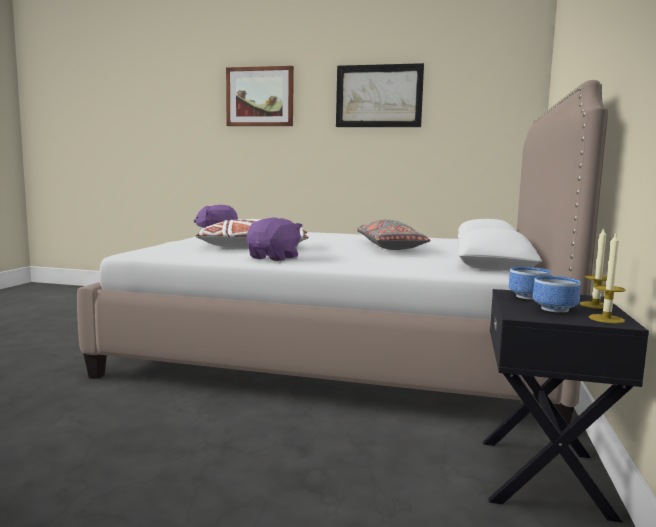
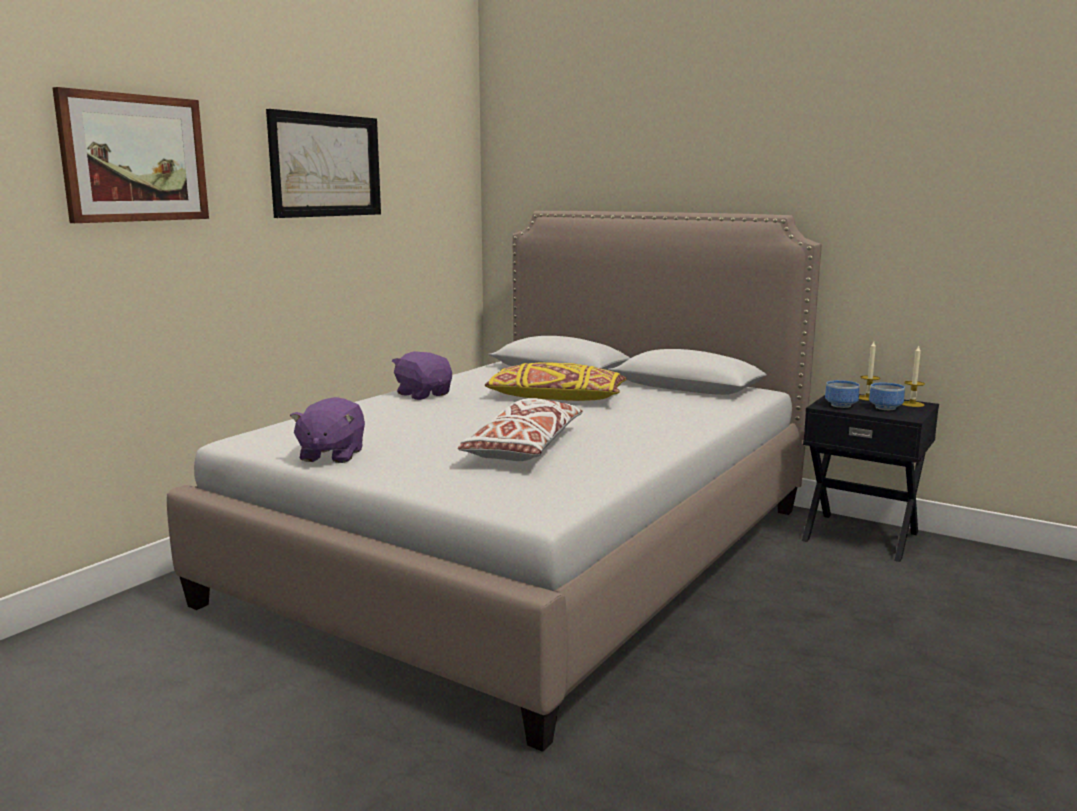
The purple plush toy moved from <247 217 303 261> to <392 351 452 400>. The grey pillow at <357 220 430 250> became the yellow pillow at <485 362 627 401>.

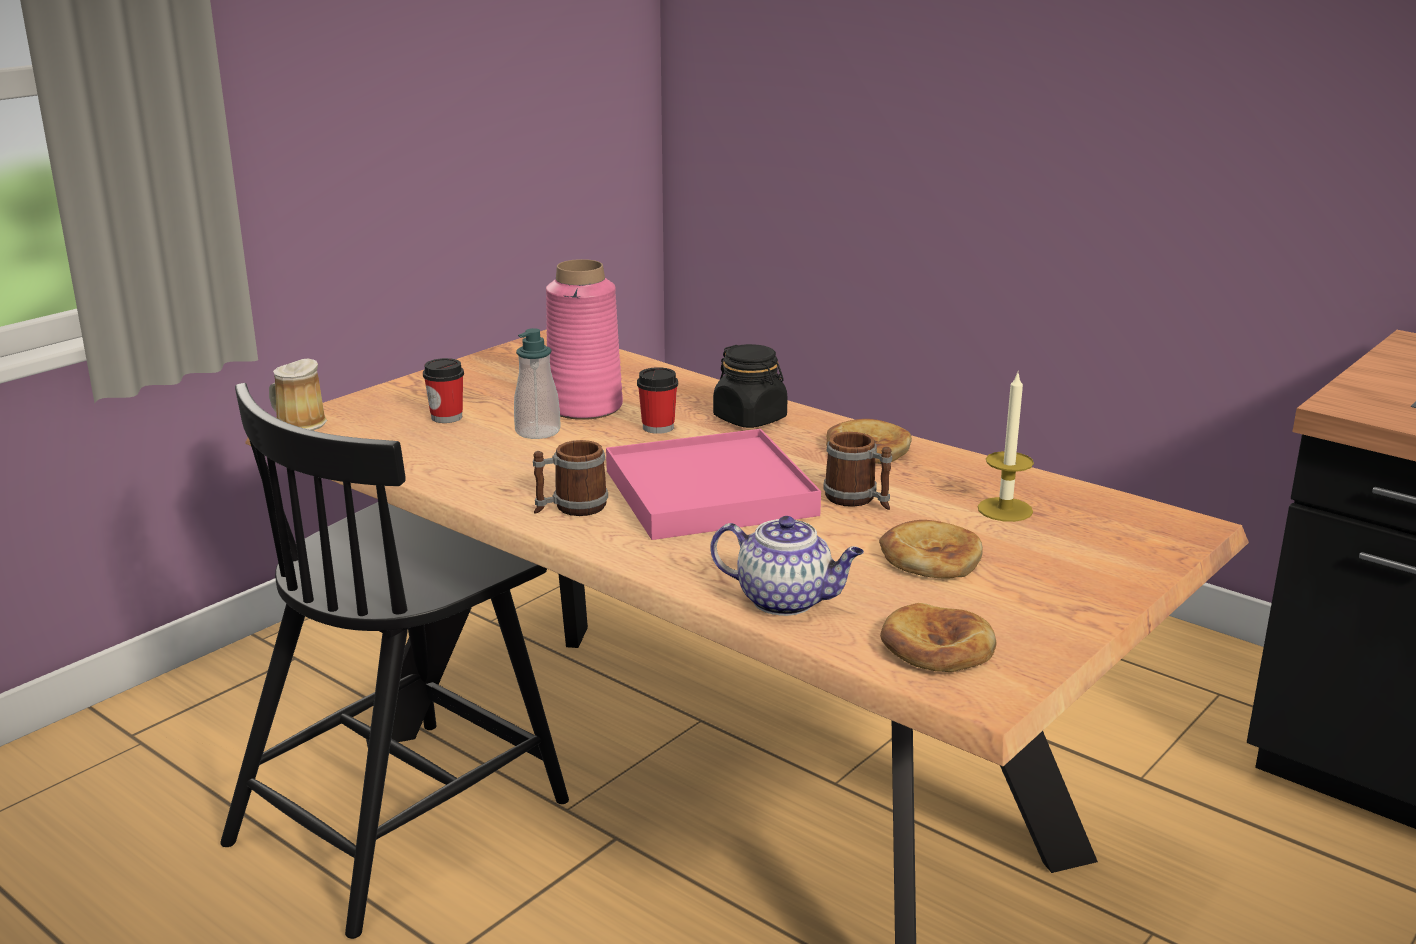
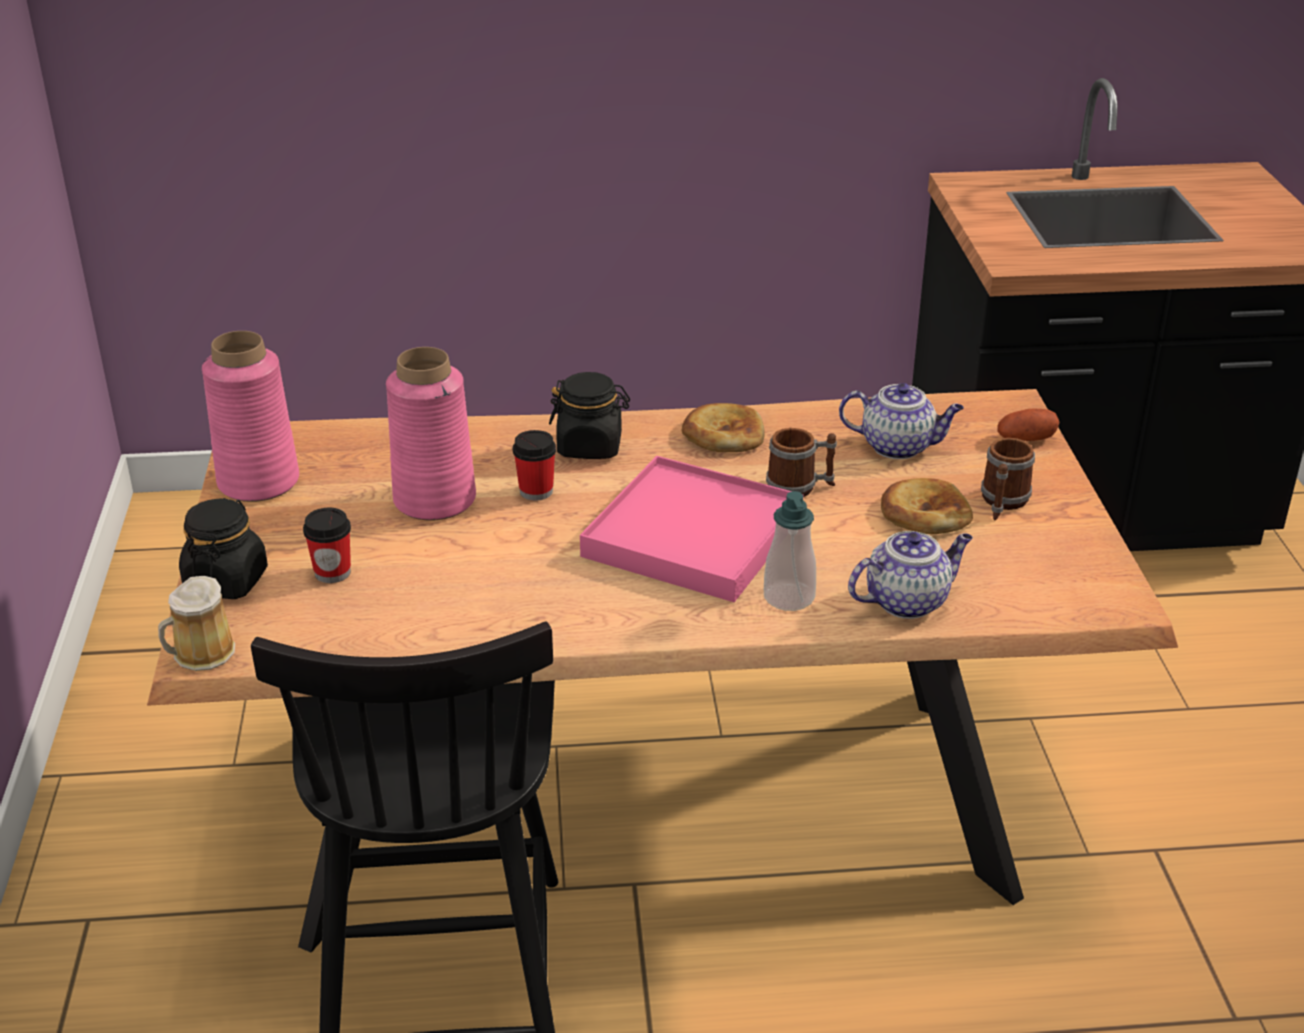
The soap dispenser moved from <514 328 561 439> to <764 491 816 611>. The candle at <978 372 1034 522> was replaced by the teapot at <839 383 964 459>. The mug moved from <533 440 608 516> to <981 438 1035 521>. The bread at <880 603 997 672> disappeared. The pink vase at <202 331 299 502> appeared. The potato at <997 409 1059 441> appeared. The black jar at <179 498 268 599> appeared.

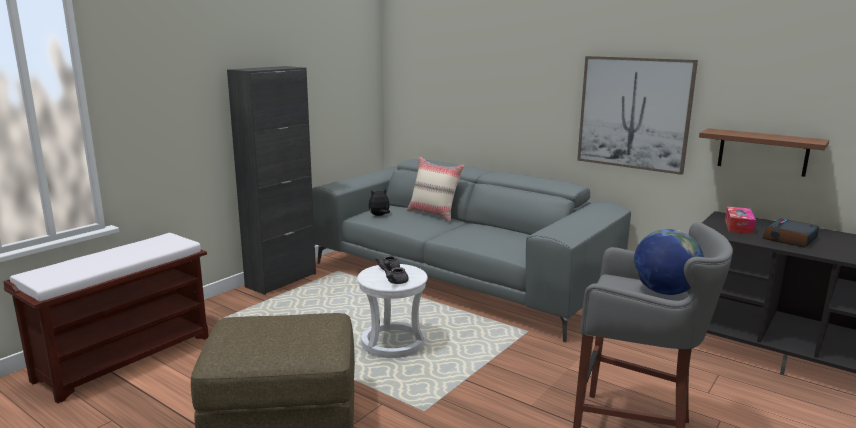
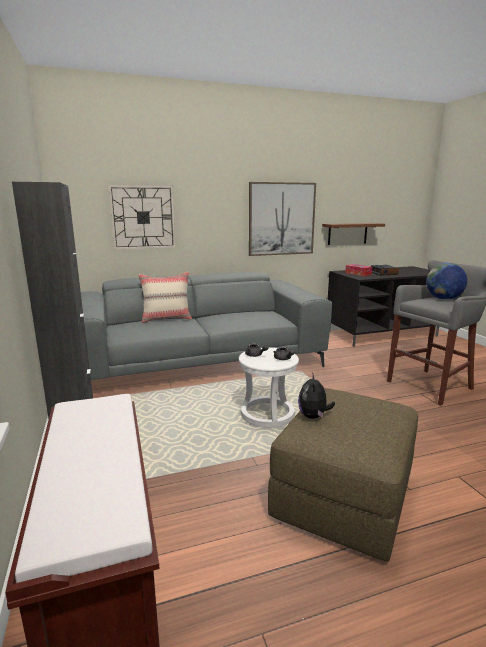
The plush toy moved from <368 189 390 216> to <298 372 335 419>. The wall clock at <108 185 176 250> appeared.

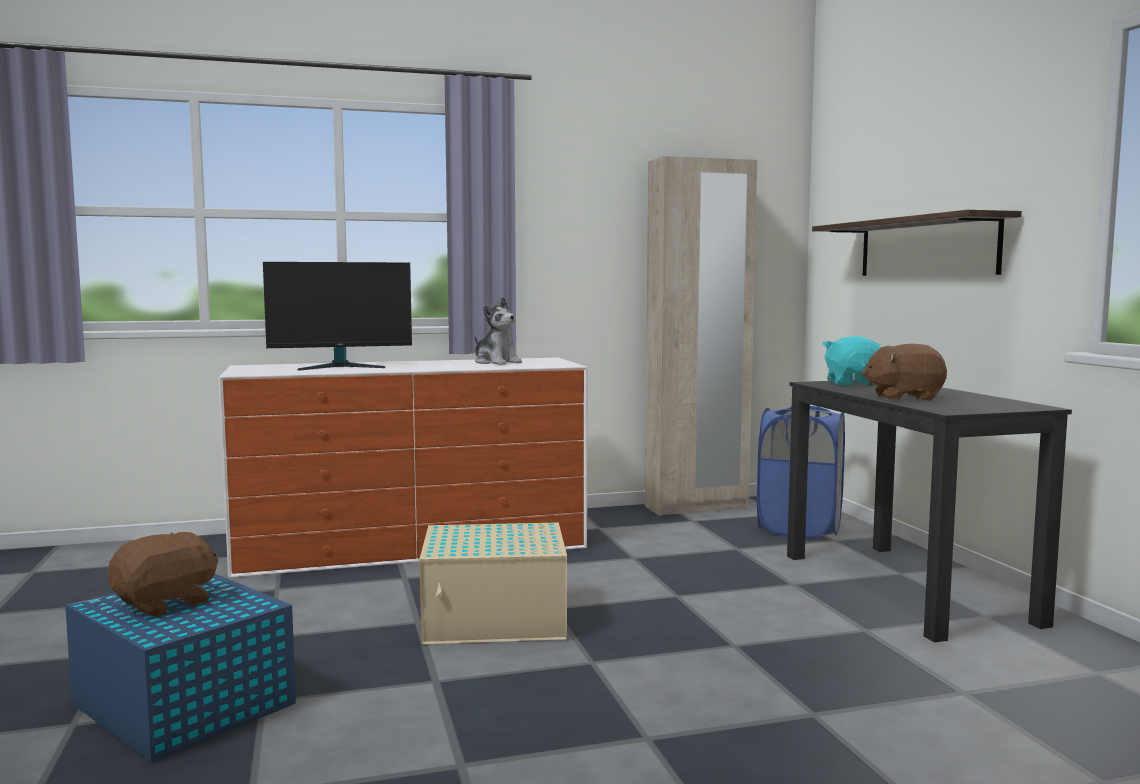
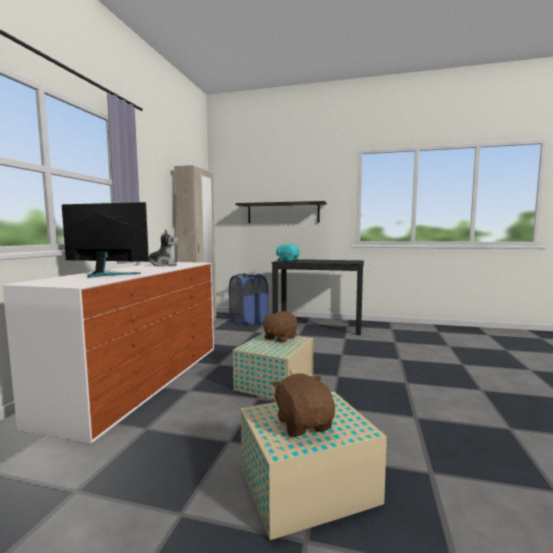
The monitor at <263 262 412 371> turned 90 degrees counterclockwise. The brown plush toy moved from <861 344 947 401> to <262 311 298 343>. The blue storage box at <65 574 296 762> became the beige storage box at <241 392 387 540>.

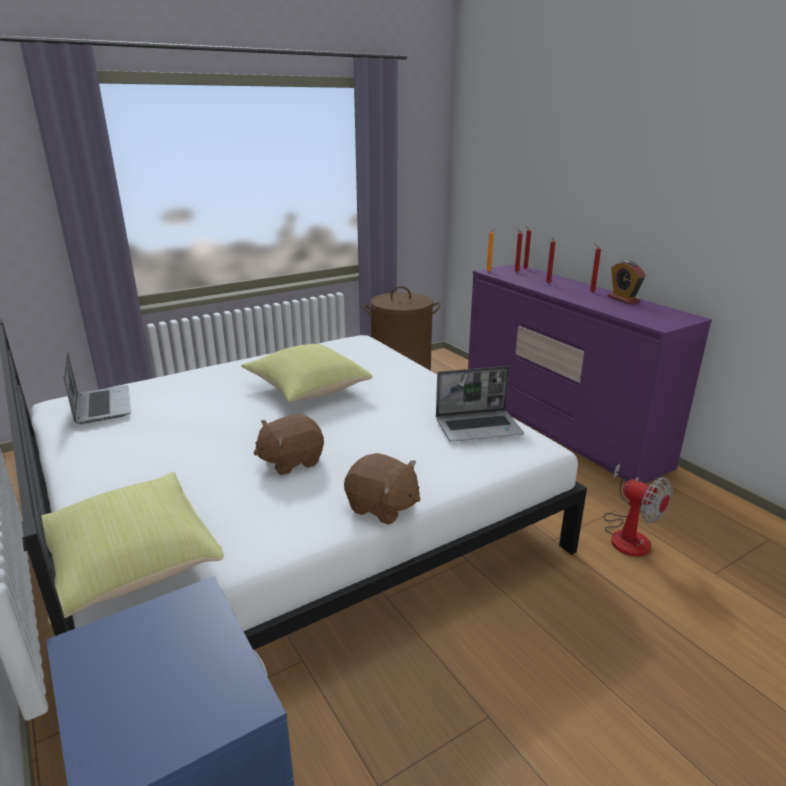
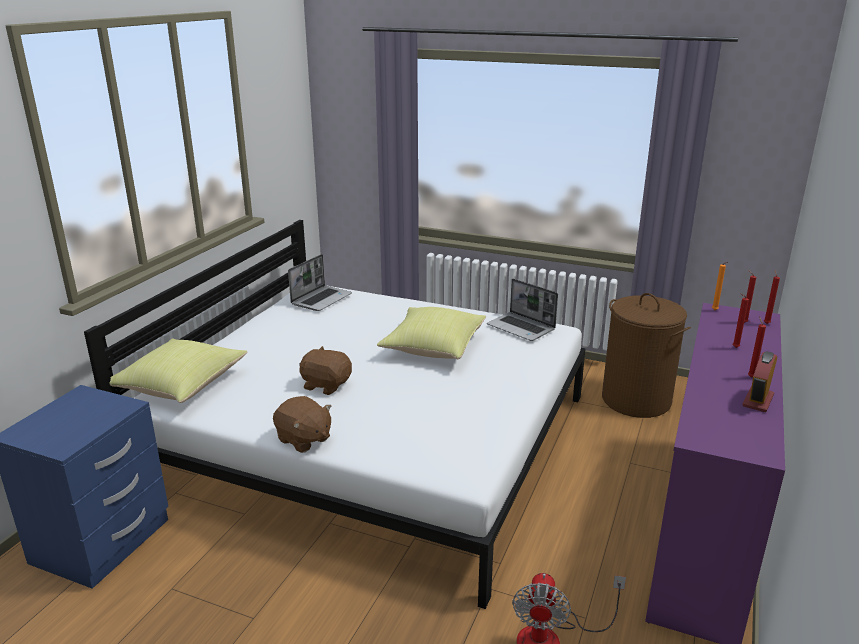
The laptop moved from <436 366 524 442> to <487 278 558 341>. The brown plush toy at <344 453 421 525> turned 45 degrees counterclockwise.

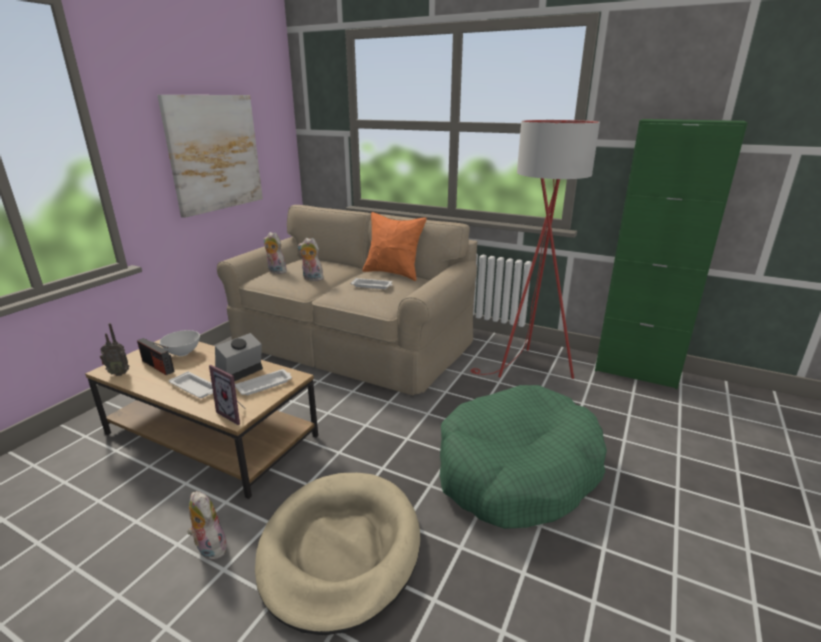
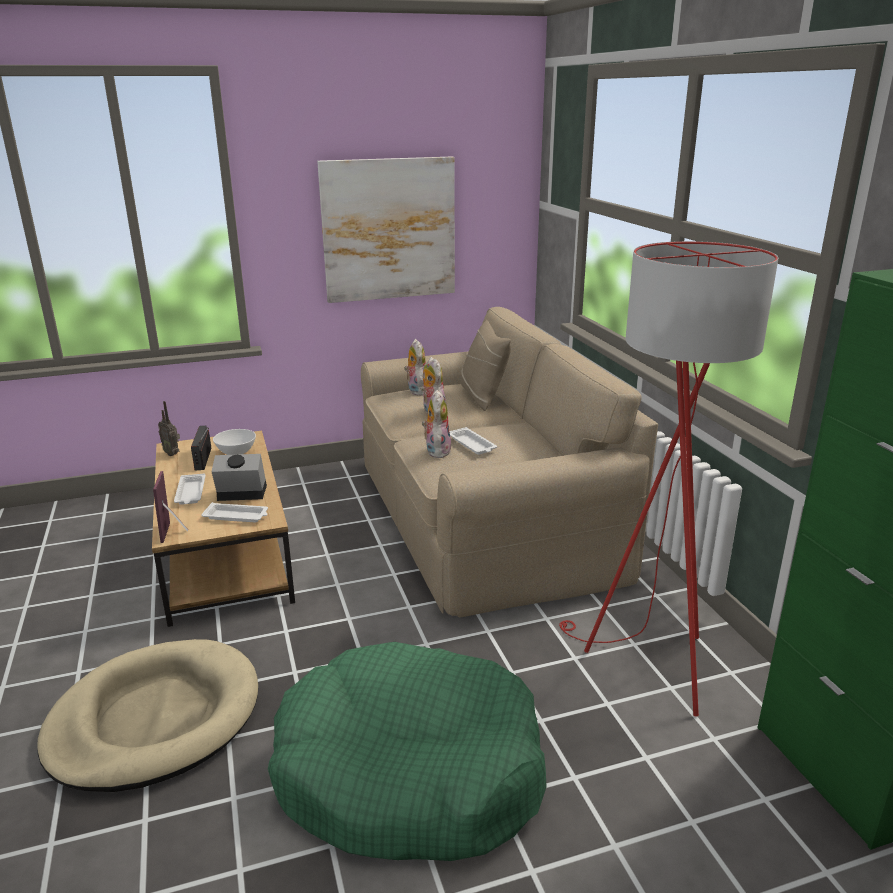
The orange pillow at <362 212 427 281> disappeared. The plush toy moved from <187 491 227 560> to <422 390 451 458>. The beige pillow at <461 320 511 411> appeared.

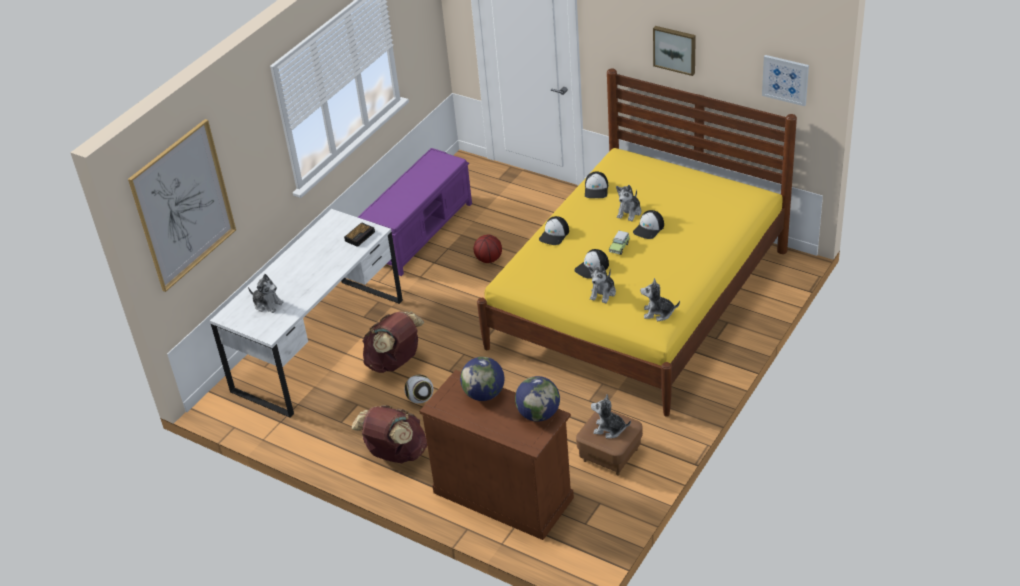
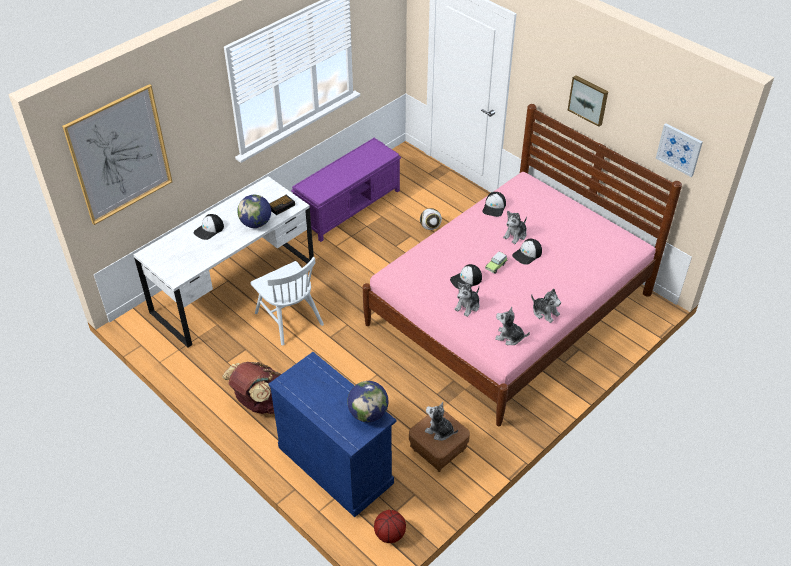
The yellow bed at <477 68 797 417> became the pink bed at <363 104 682 426>. The cap moved from <539 216 569 245> to <194 214 224 240>. The basketball moved from <474 235 502 263> to <374 510 406 543>. The plush toy moved from <248 274 284 313> to <531 288 561 323>. The brown backpack at <362 311 424 373> was replaced by the white chair at <250 257 324 346>. The globe moved from <460 357 505 401> to <237 195 271 228>. The brown cabinet at <419 370 574 540> became the blue cabinet at <268 352 396 517>. The football moved from <404 375 433 404> to <420 208 442 230>.

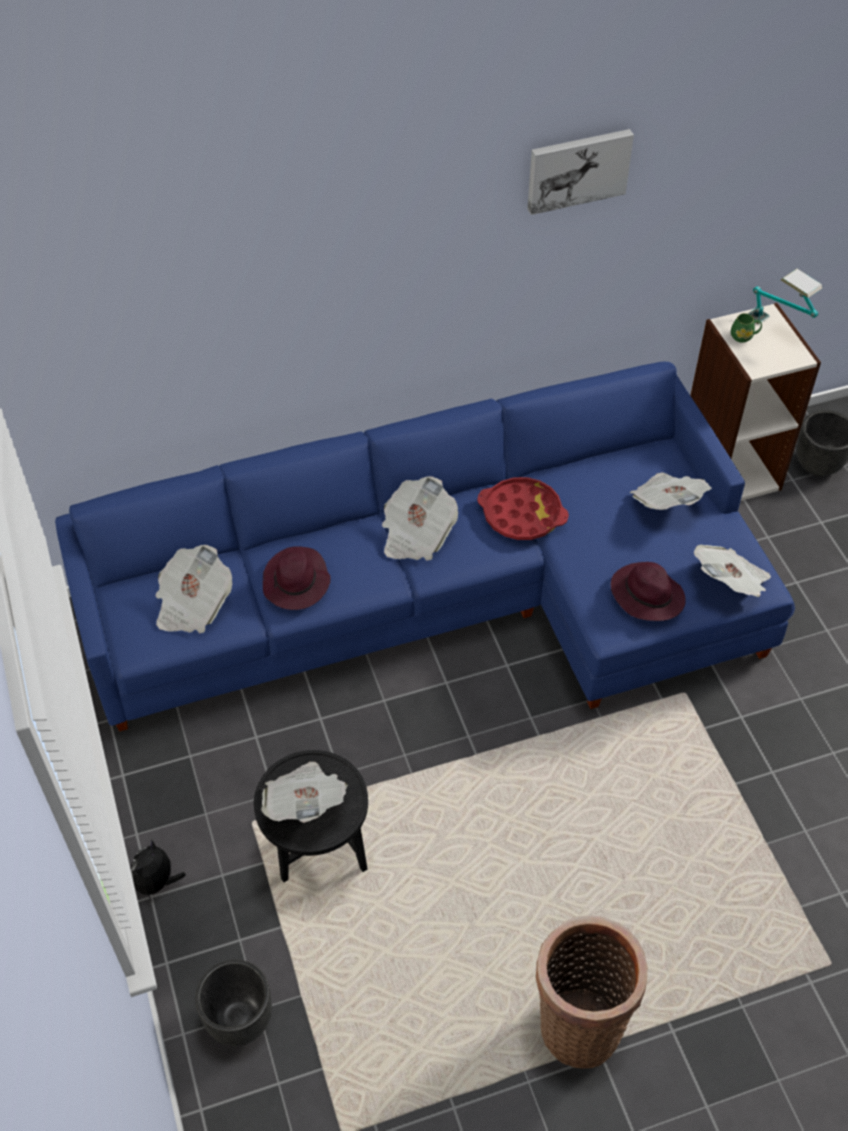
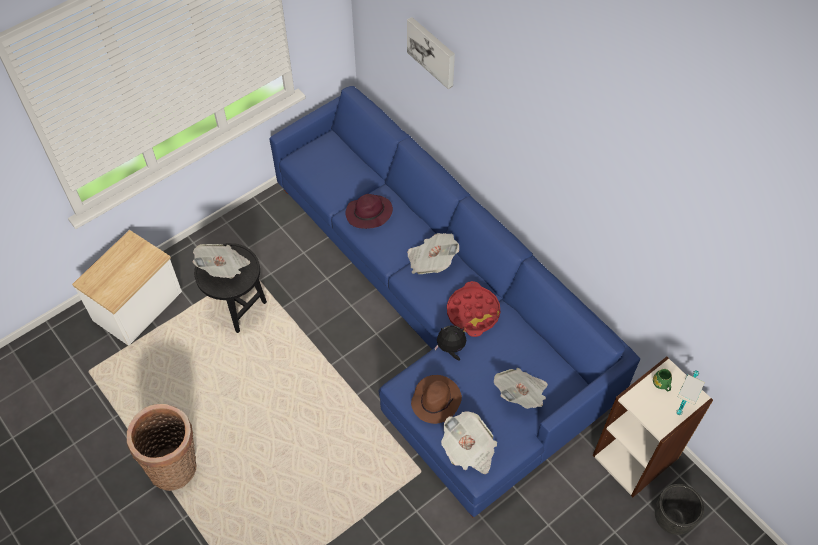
The picture moved from <527 129 634 215> to <407 17 455 89>. The newspaper at <155 545 232 633> disappeared. The purple hat at <611 562 686 621> became the brown hat at <411 375 462 424>. The plush toy moved from <130 839 186 901> to <434 325 466 361>. The black planter at <195 960 272 1046> was replaced by the side table at <72 230 182 346>.

